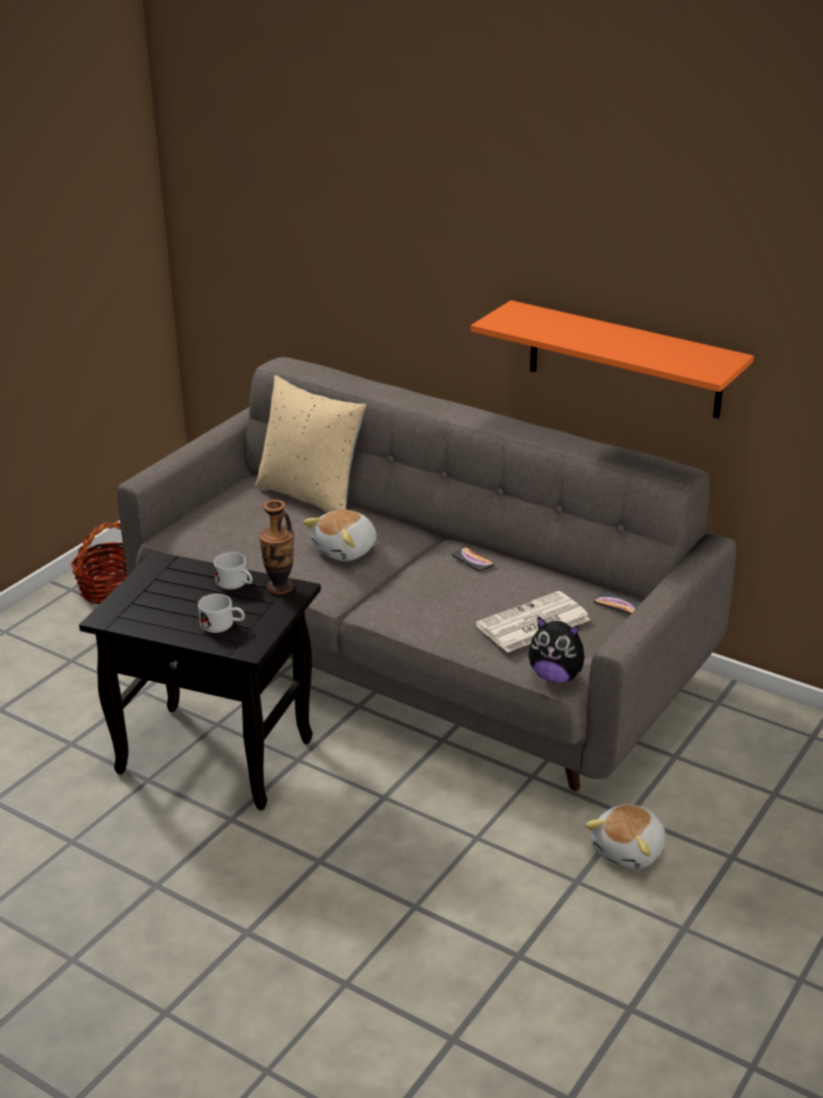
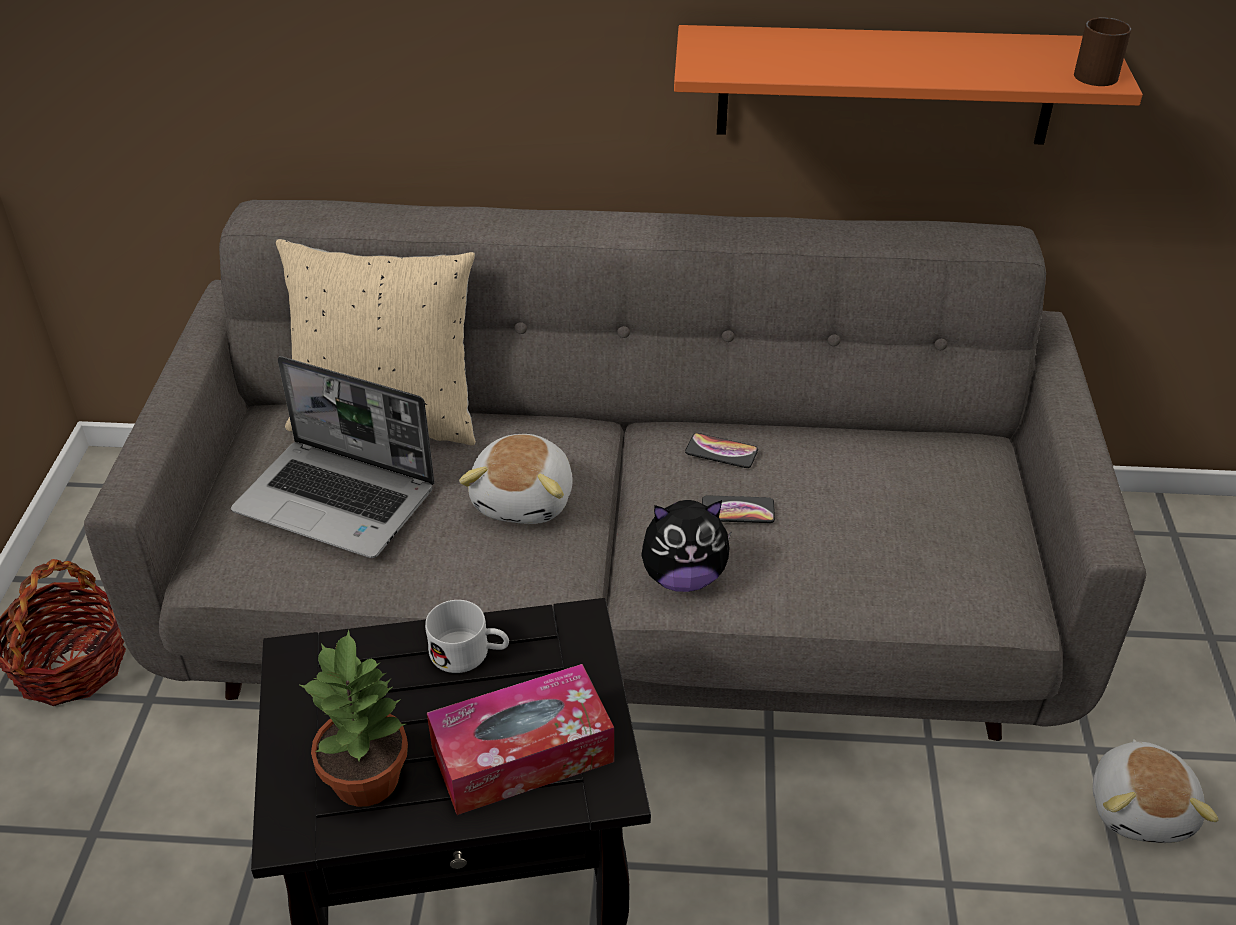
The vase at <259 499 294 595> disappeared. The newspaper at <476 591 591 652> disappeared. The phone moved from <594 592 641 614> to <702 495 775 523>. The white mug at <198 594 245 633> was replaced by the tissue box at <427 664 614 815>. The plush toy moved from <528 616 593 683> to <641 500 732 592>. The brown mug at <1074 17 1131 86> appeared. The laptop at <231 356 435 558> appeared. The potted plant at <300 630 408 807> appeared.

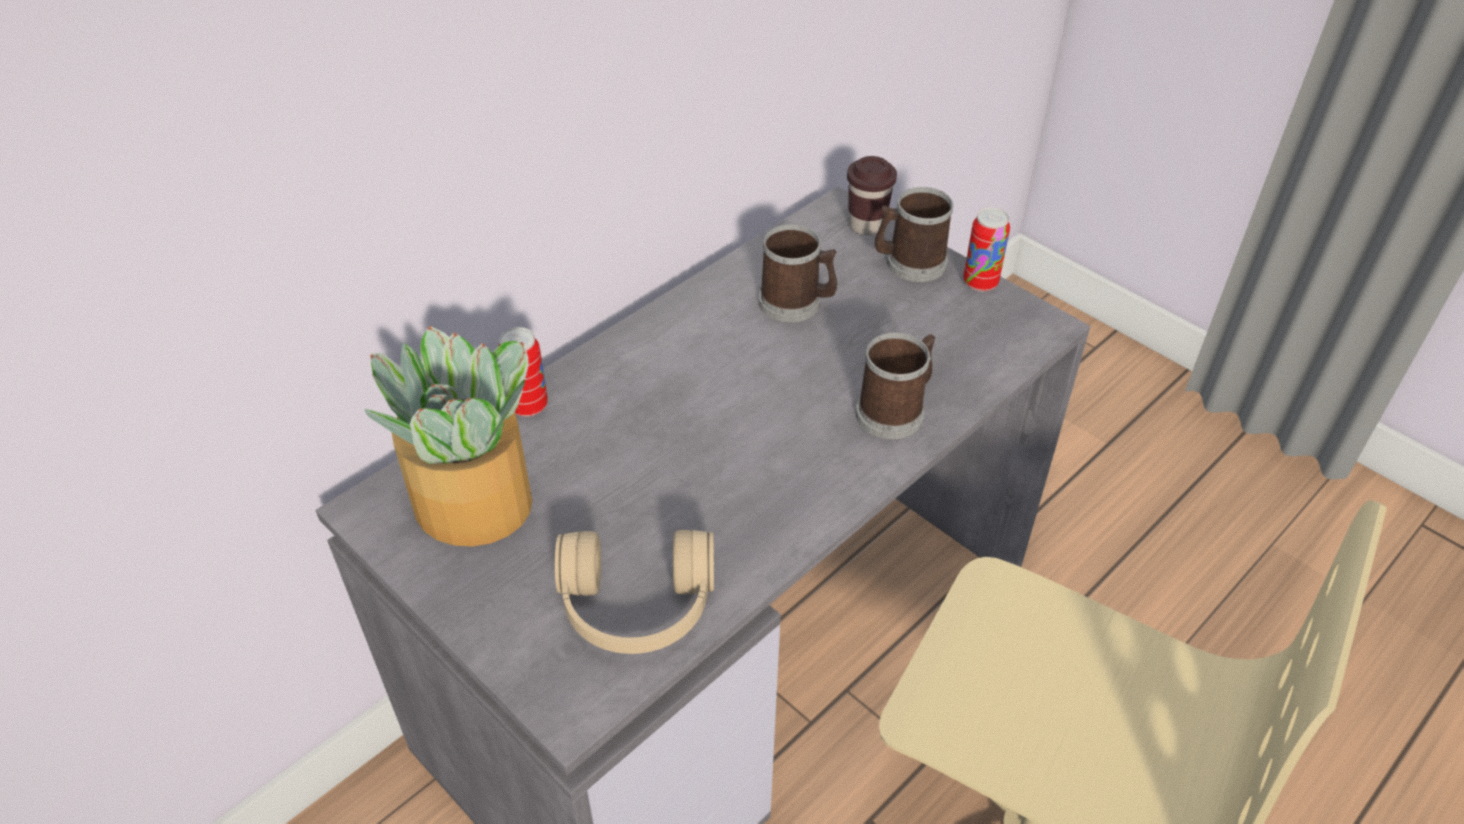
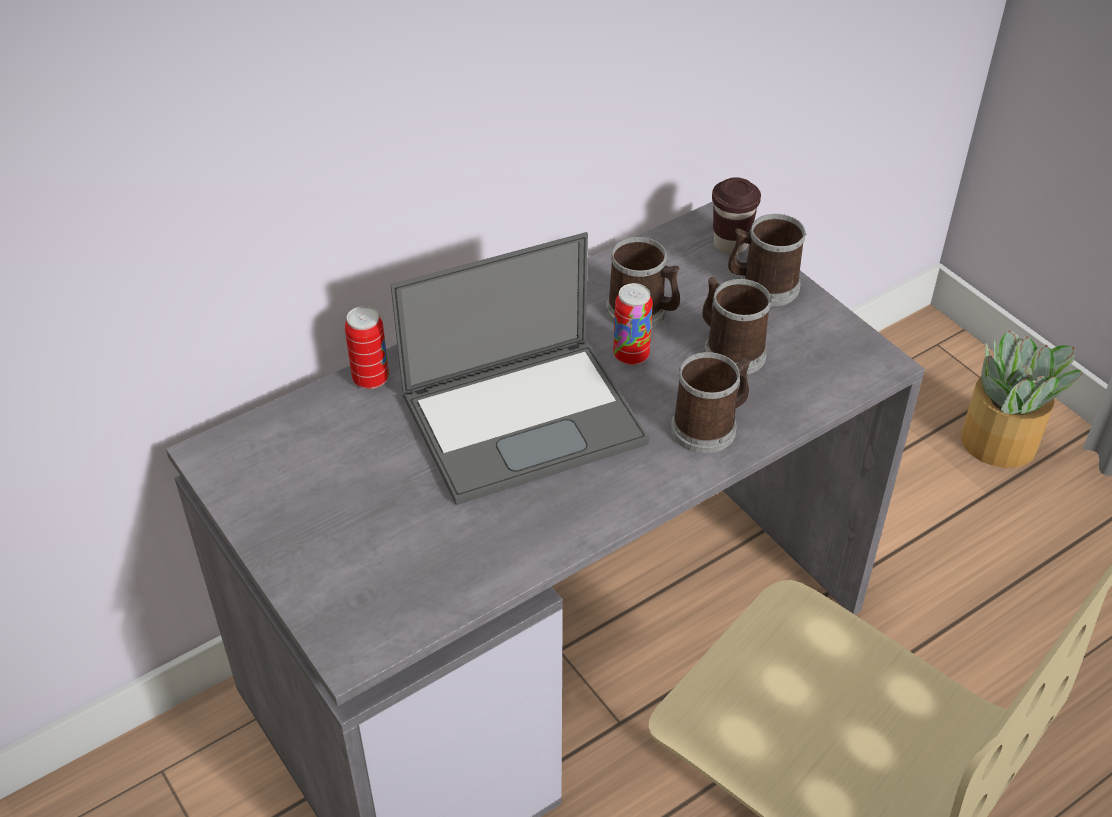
The can moved from <963 207 1010 292> to <613 283 653 365>. The potted plant moved from <364 326 532 547> to <961 330 1083 468>. The beige headphones at <555 530 714 654> disappeared. The laptop at <391 232 649 505> appeared. The mug at <702 277 772 375> appeared.

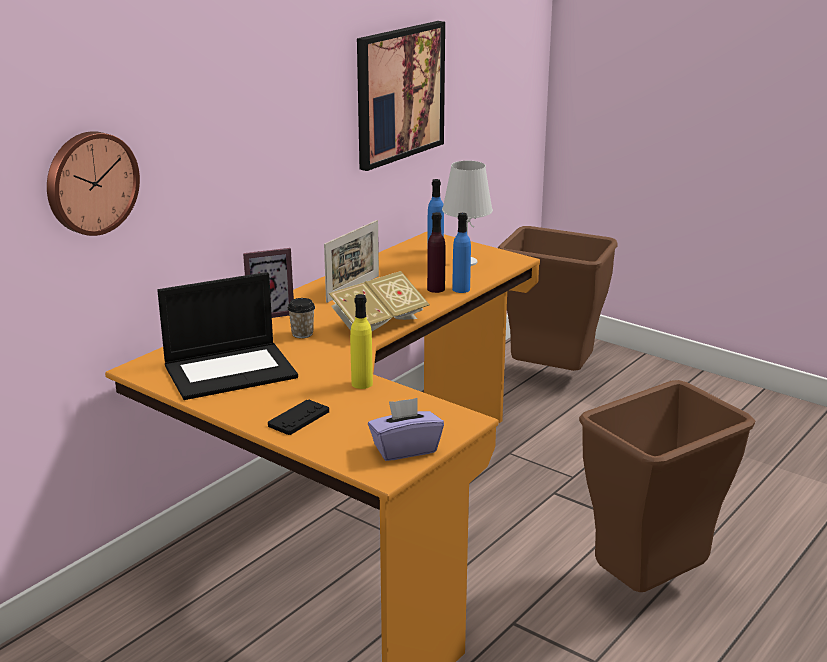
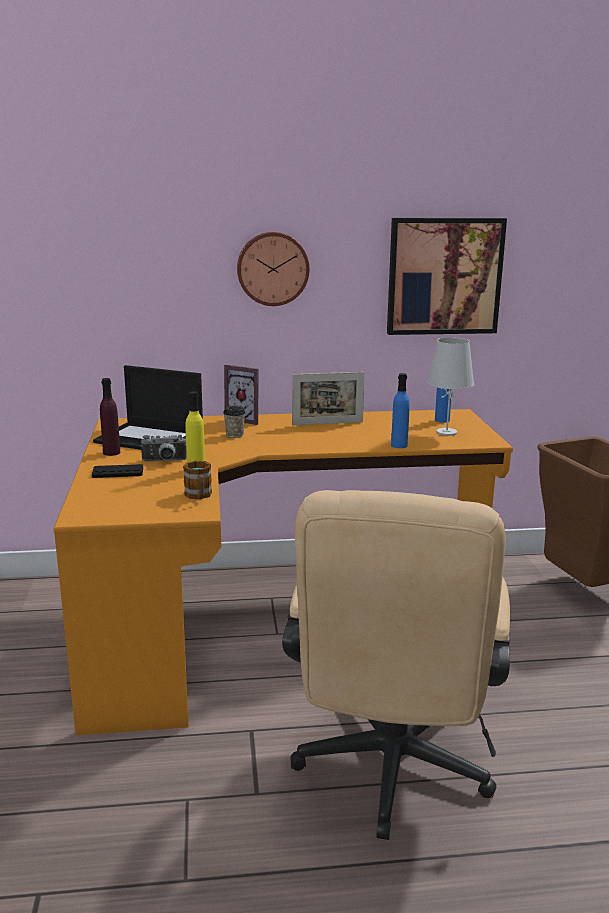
The wall clock moved from <47 131 140 236> to <237 232 309 306>. The purple bottle moved from <427 212 446 293> to <100 378 120 456>. The book at <329 271 430 331> disappeared. The brown trash can at <579 380 755 592> was replaced by the beige office chair at <282 490 510 840>. The purple tissue box at <368 398 444 461> disappeared. The photo camera at <140 435 186 461> appeared. The mug at <183 461 212 499> appeared.

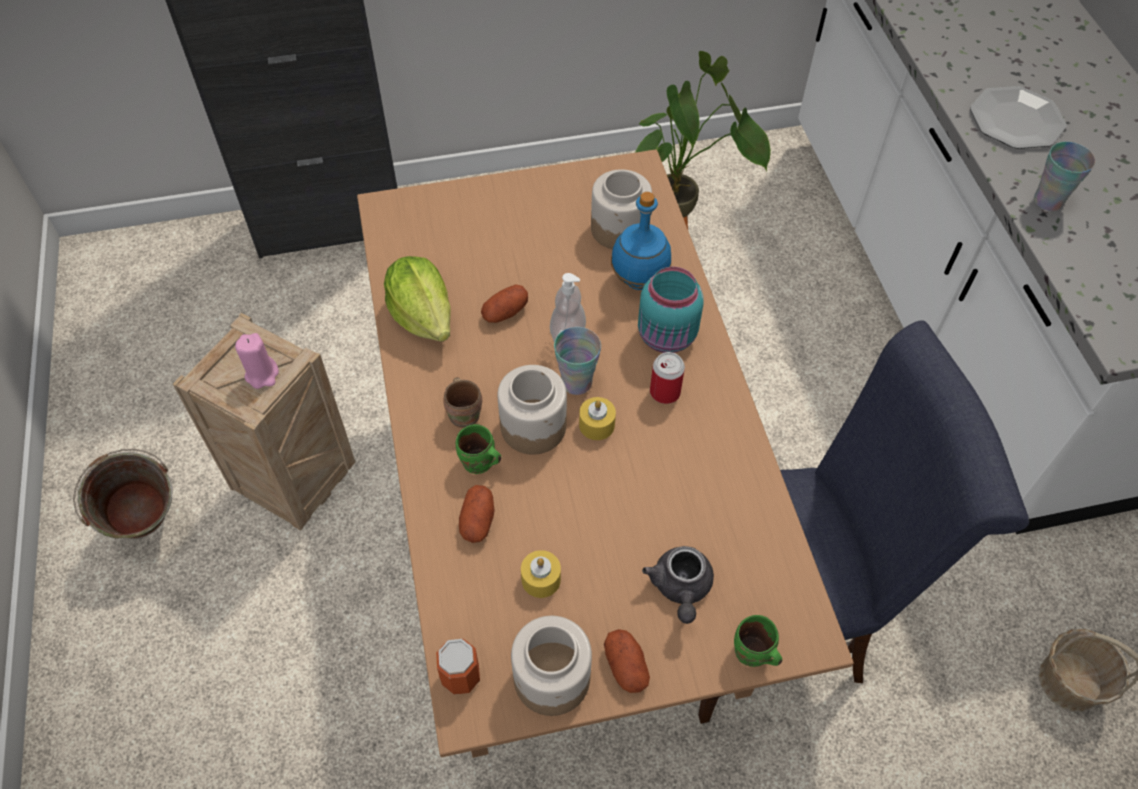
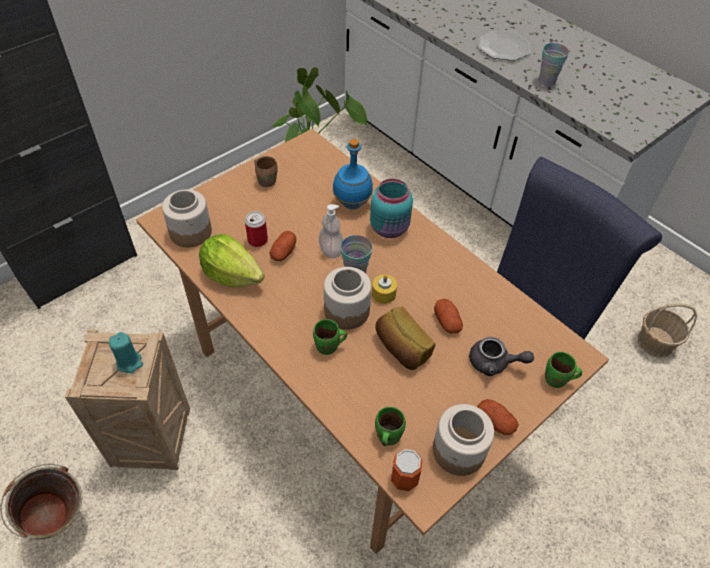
The jar moved from <591 169 652 249> to <162 190 212 247>. The pink candle at <235 333 279 389> became the turquoise candle at <109 332 143 373>. The can moved from <650 352 685 404> to <245 211 268 247>. The brown mug moved from <443 377 482 428> to <254 156 278 187>. The potato moved from <459 485 495 543> to <434 299 463 334>. The grey teapot at <642 546 714 624> turned 45 degrees counterclockwise. The yellow candle at <521 550 561 598> disappeared. The bread at <375 307 435 370> appeared. The green mug at <375 407 406 446> appeared.

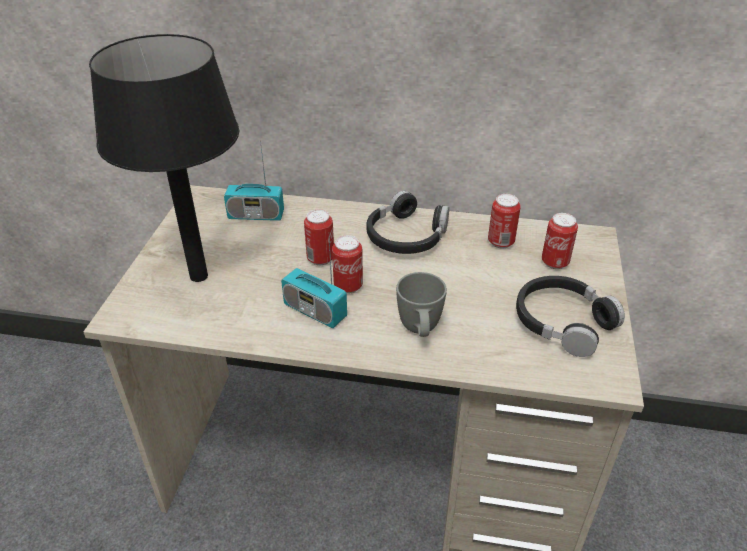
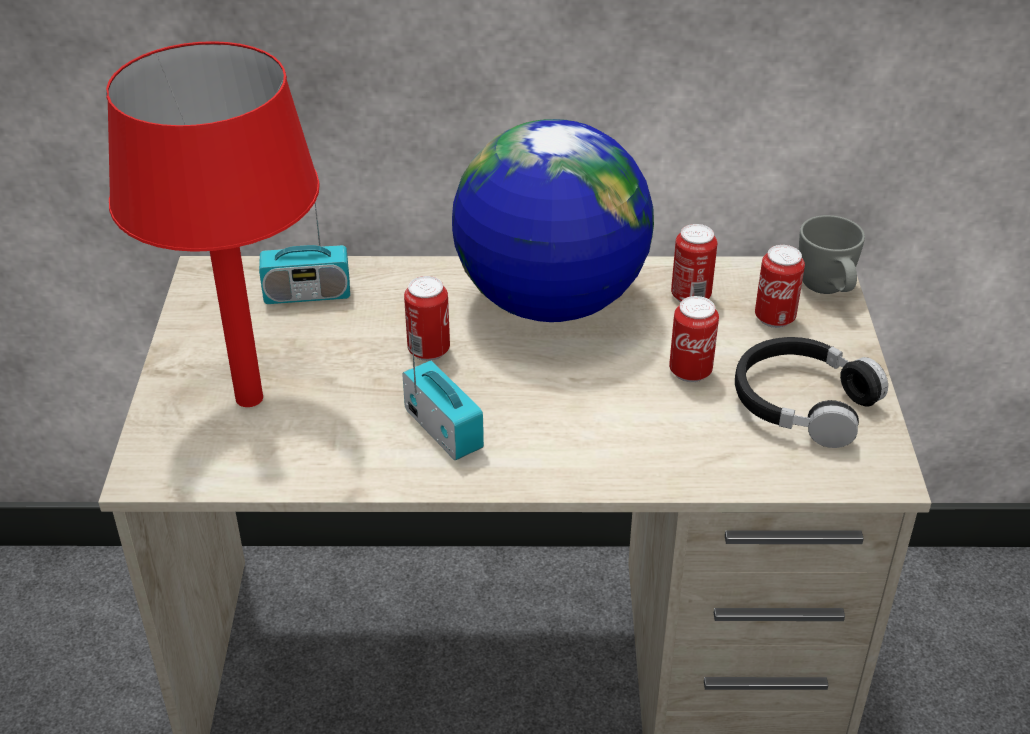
The black table lamp at <89 34 239 282> became the red table lamp at <106 41 320 407>. The black headphones at <366 191 449 254> was replaced by the globe at <452 119 654 322>. The can moved from <332 235 363 294> to <669 296 719 382>. The radio at <281 239 347 328> turned 150 degrees counterclockwise. The grey mug moved from <396 272 447 337> to <799 215 865 294>.

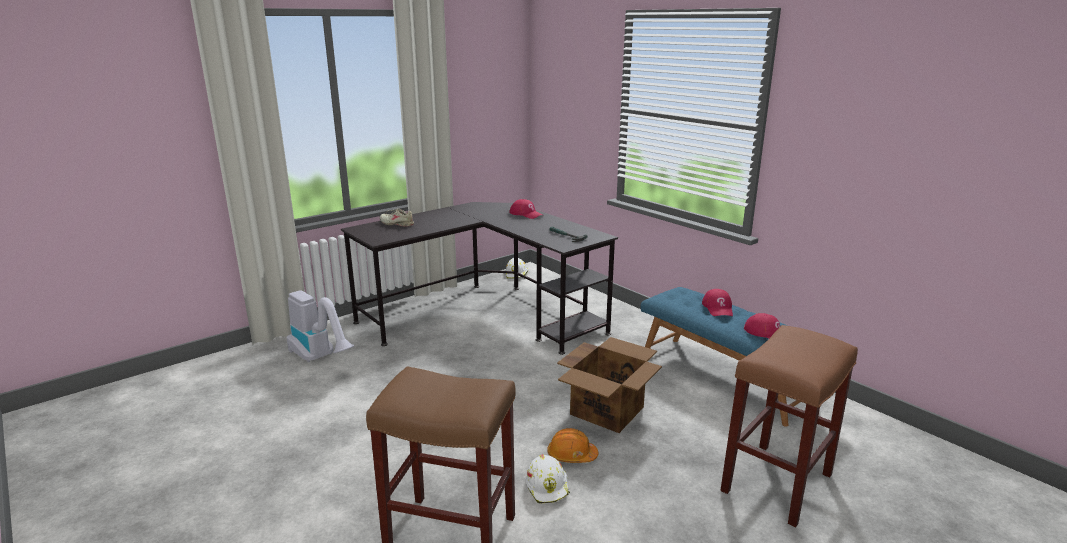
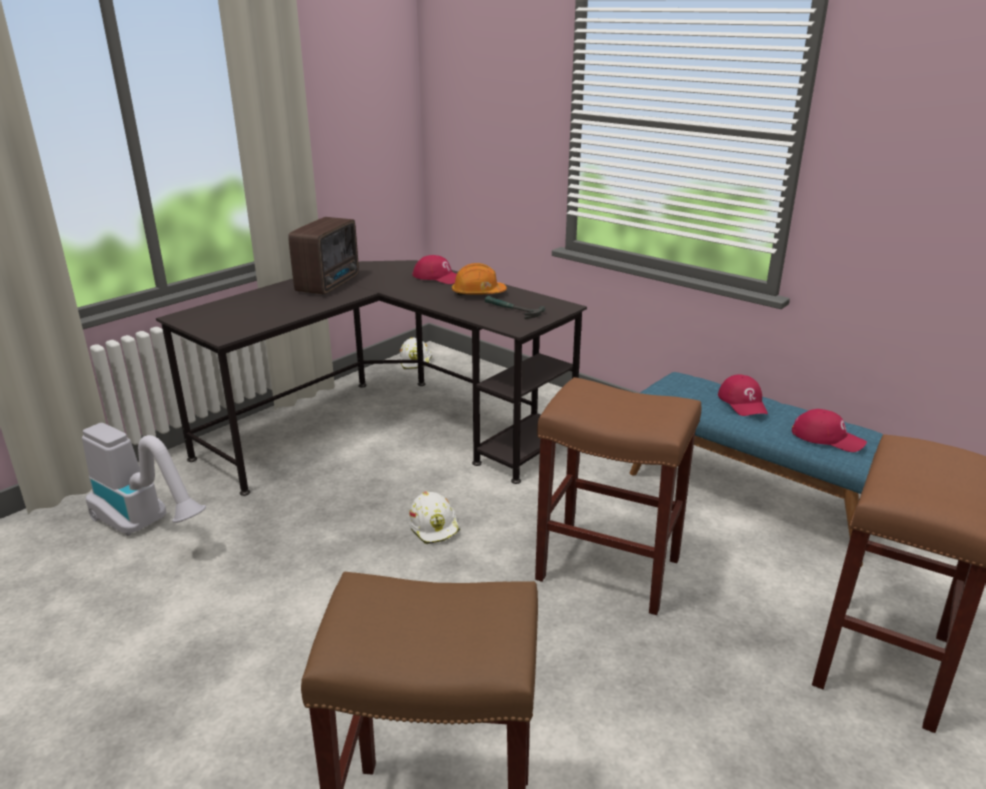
The beige shoe at <380 208 414 227> disappeared. The cardboard box at <557 337 662 433> was replaced by the brown stool at <535 377 701 615>. The orange hard hat moved from <547 428 598 463> to <452 263 507 296>. The white hard hat moved from <526 455 570 504> to <409 492 460 544>. The radio at <288 217 359 295> appeared.

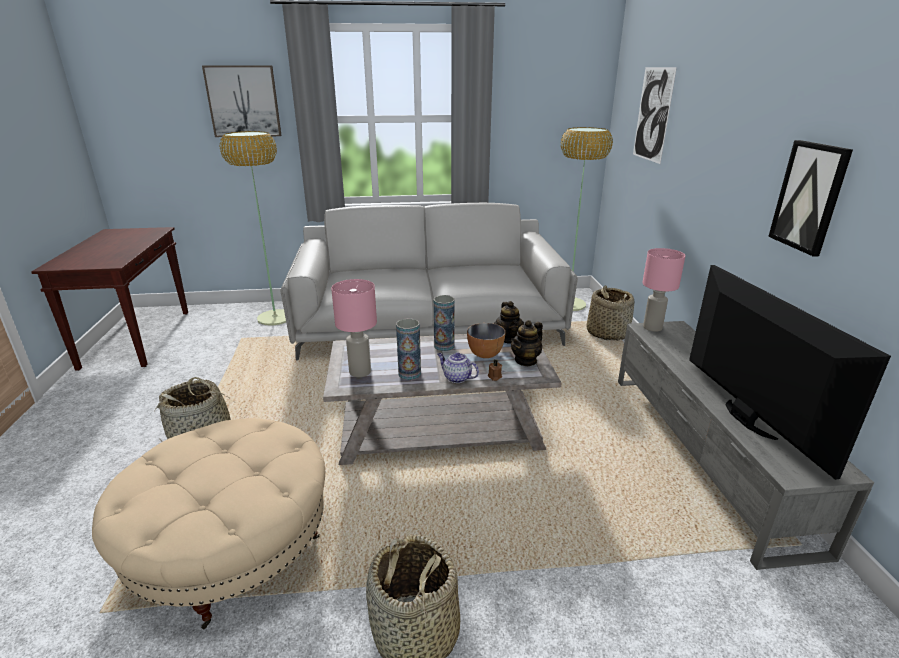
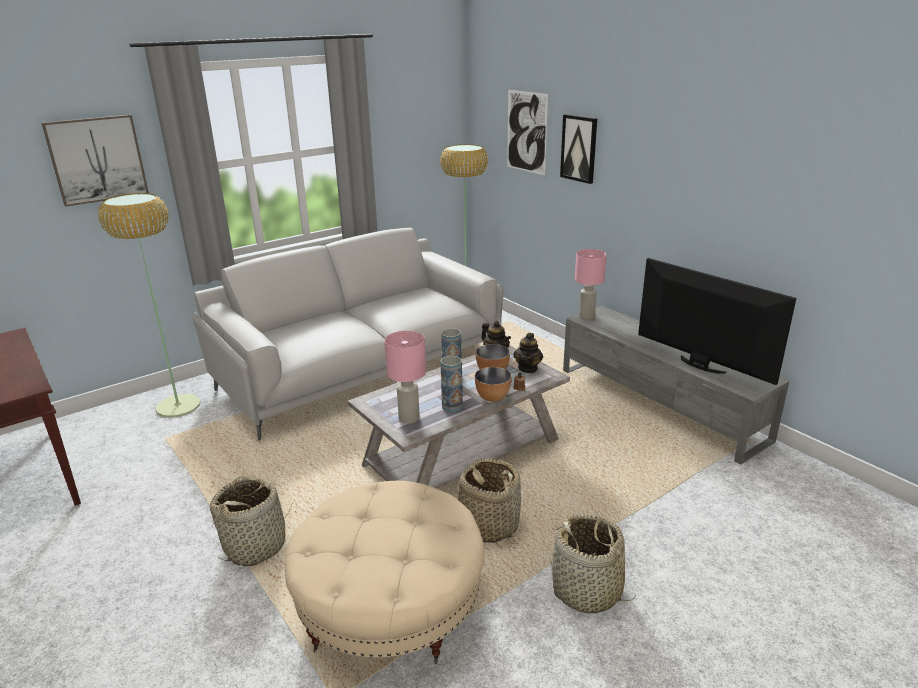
The picture moved from <768 140 853 257> to <560 114 597 184>. The basket moved from <587 286 634 341> to <457 458 521 543>. The teapot at <437 353 479 383> was replaced by the bowl at <475 367 512 402>.

